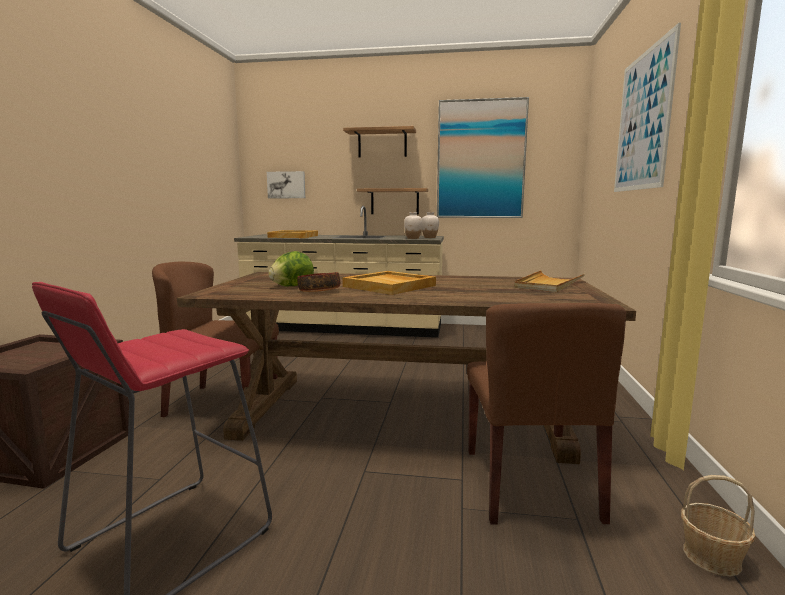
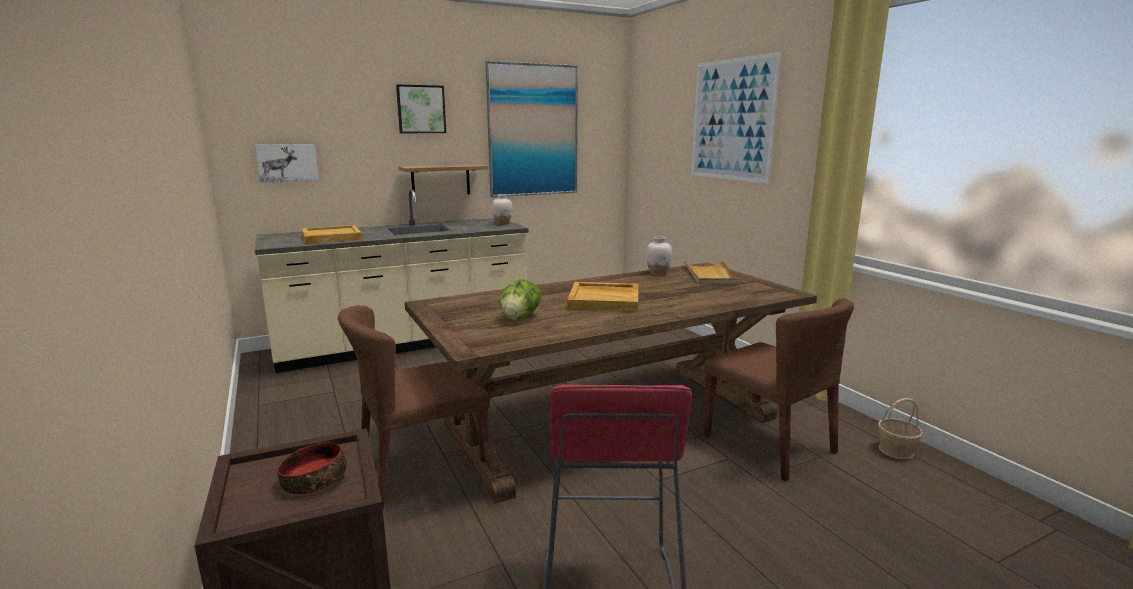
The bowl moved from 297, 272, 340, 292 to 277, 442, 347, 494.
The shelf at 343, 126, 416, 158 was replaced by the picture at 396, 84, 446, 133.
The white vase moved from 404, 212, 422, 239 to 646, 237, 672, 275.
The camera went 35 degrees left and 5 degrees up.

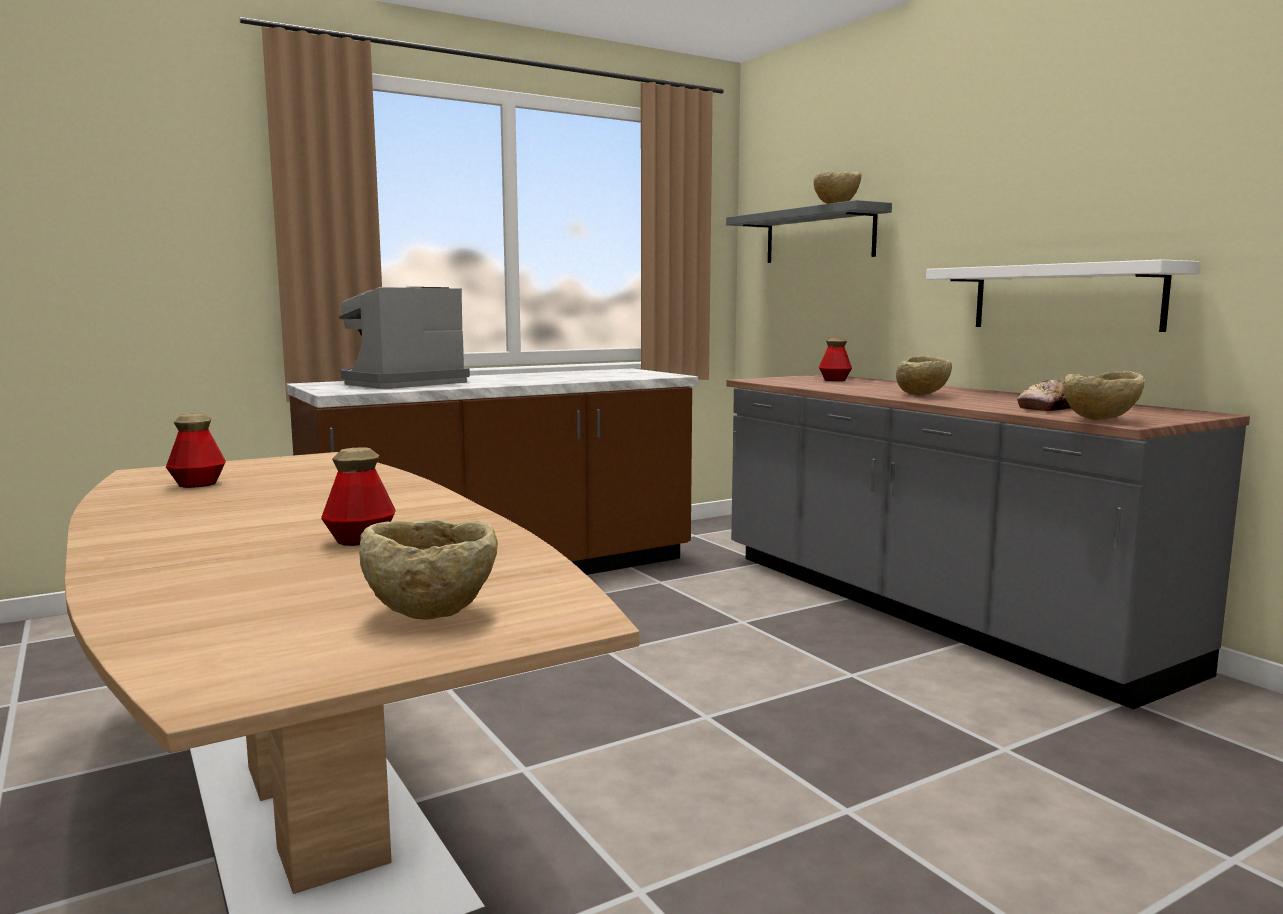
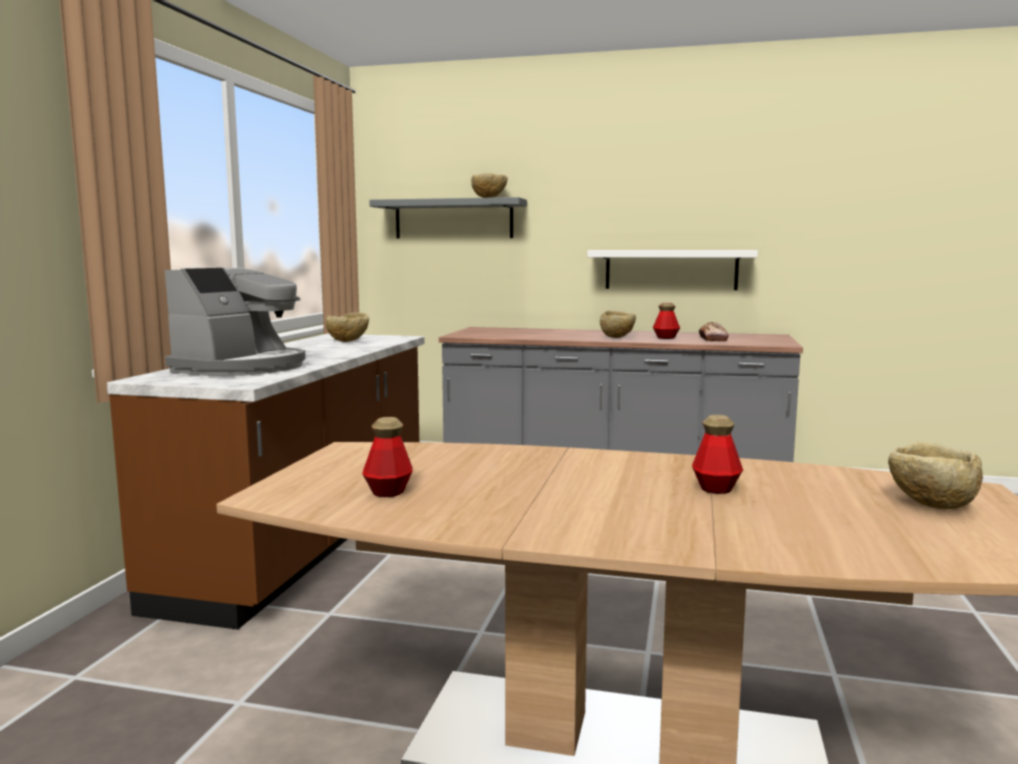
The coffee machine at 339, 287, 470, 389 turned 150 degrees counterclockwise.
The bottle moved from 819, 337, 852, 381 to 653, 303, 680, 339.
The beige bowl moved from 1063, 371, 1145, 420 to 326, 312, 369, 342.
The camera went 45 degrees left and 0 degrees up.

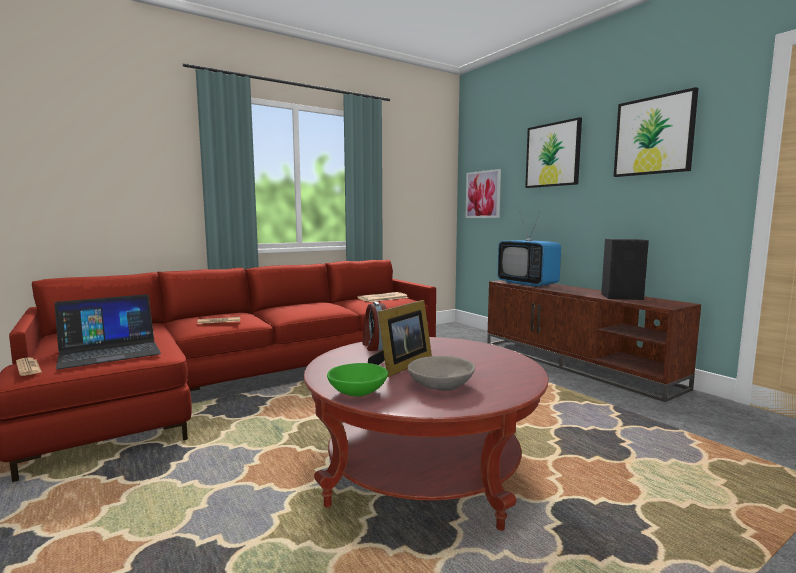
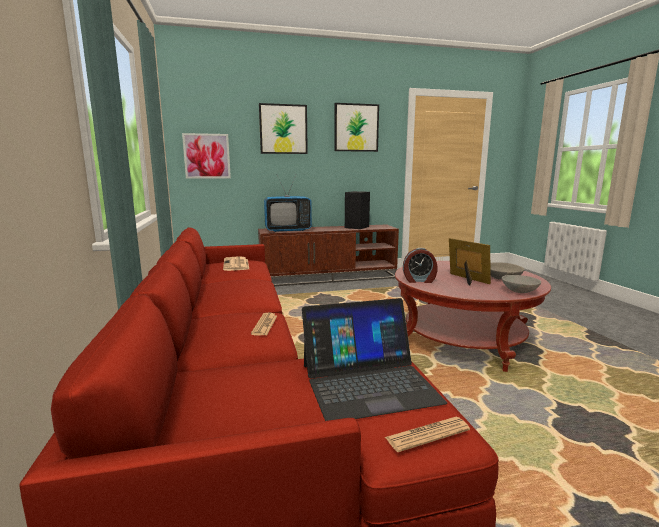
The laptop at 54, 294, 161, 369 turned 90 degrees clockwise.
The green bowl at 327, 363, 388, 396 became the grey bowl at 502, 275, 541, 293.
The camera went 70 degrees left and 5 degrees up.

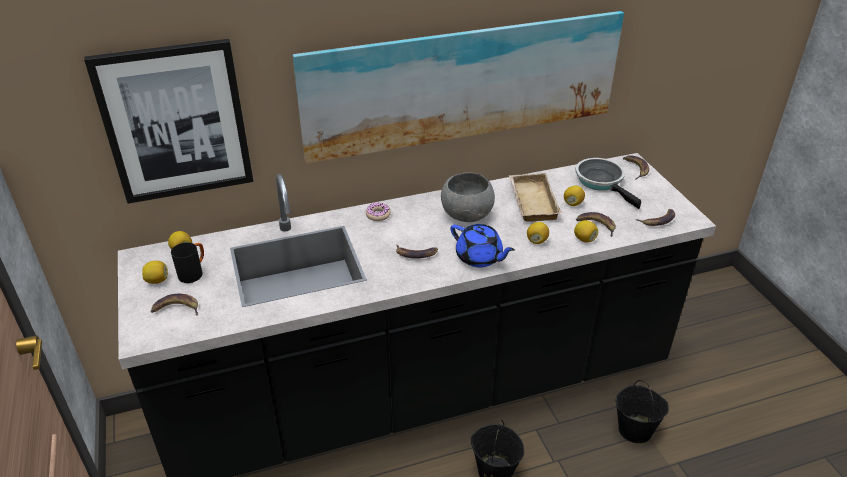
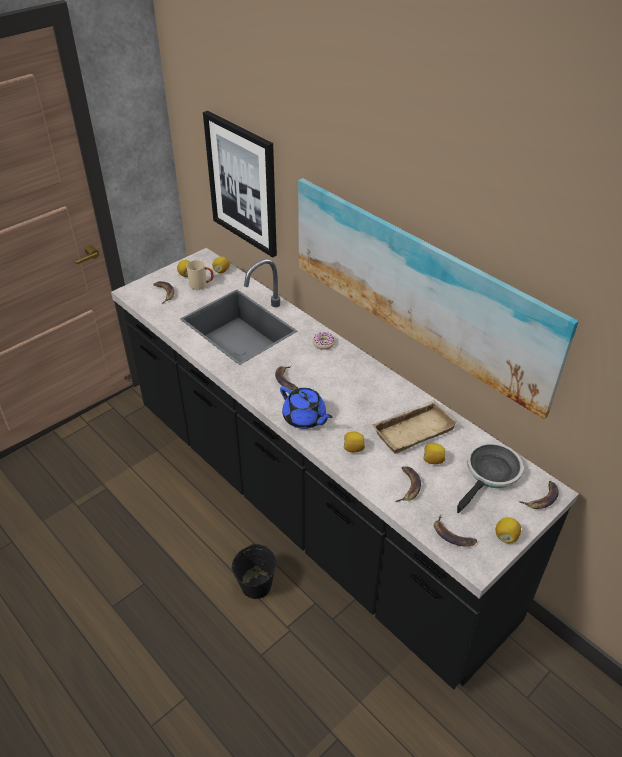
The black mug at 171, 242, 204, 283 became the beige mug at 186, 260, 214, 290.
The grey bowl at 441, 172, 495, 222 disappeared.
The blue teapot at 451, 224, 515, 267 turned 60 degrees counterclockwise.
The lemon moved from 574, 220, 598, 242 to 496, 517, 521, 543.
The black bucket at 616, 380, 669, 443 disappeared.
The camera went 65 degrees right and 5 degrees up.

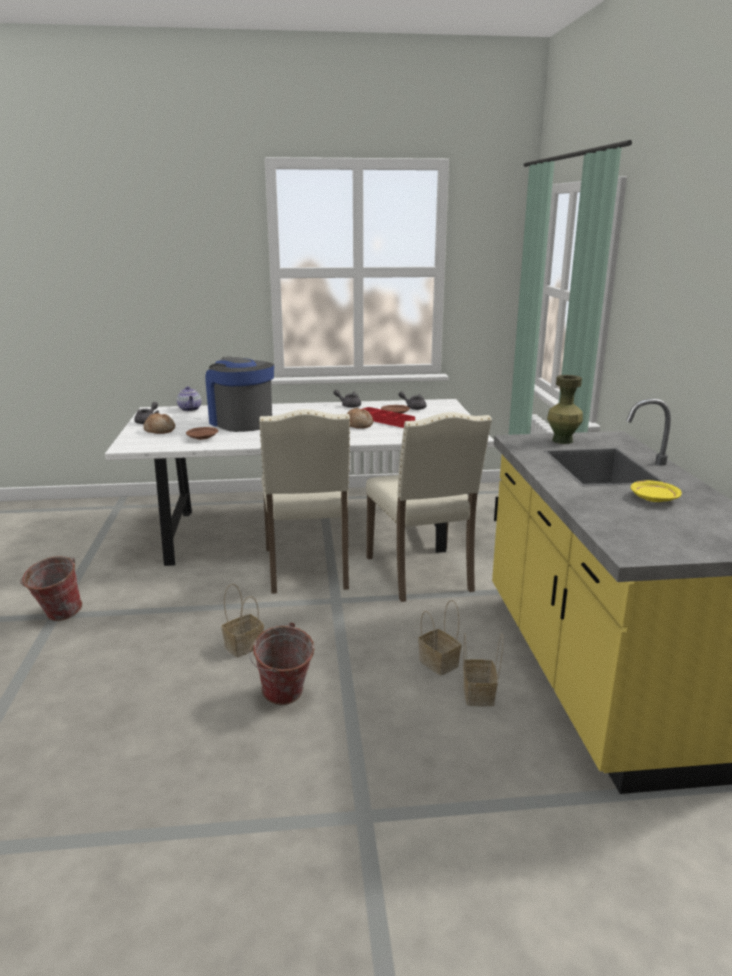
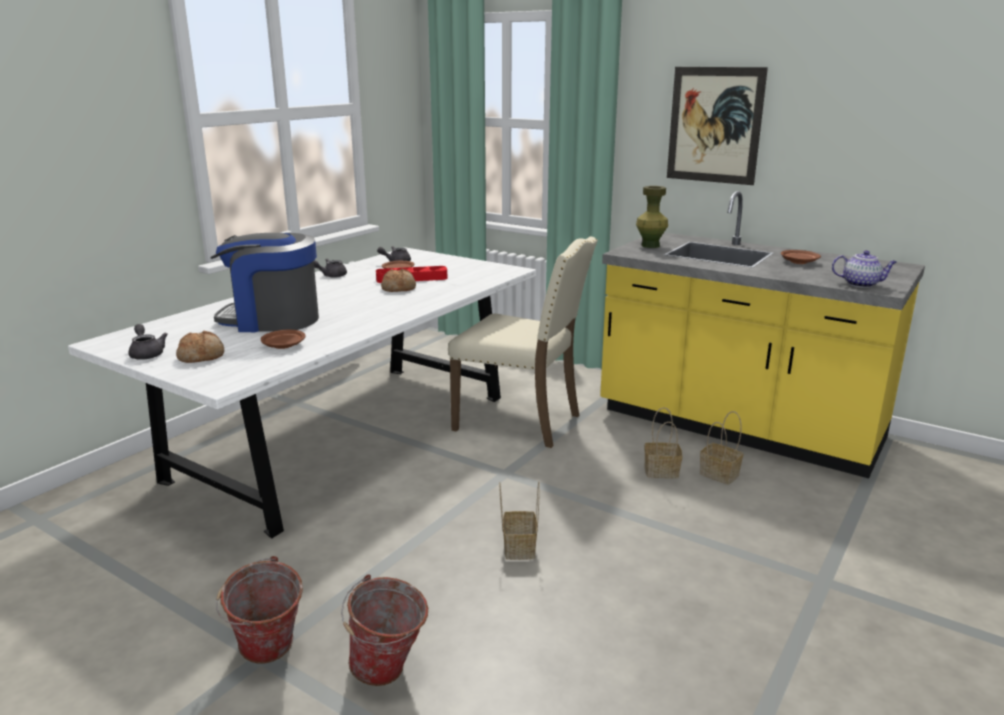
The teapot moved from 177, 386, 201, 411 to 832, 250, 897, 288.
The bucket moved from 249, 622, 315, 705 to 341, 574, 428, 686.
The beige chair at 259, 409, 350, 594 disappeared.
The yellow plate at 631, 480, 682, 502 became the brown plate at 781, 250, 821, 264.
The picture at 667, 67, 768, 185 appeared.
The camera went 50 degrees left and 0 degrees up.

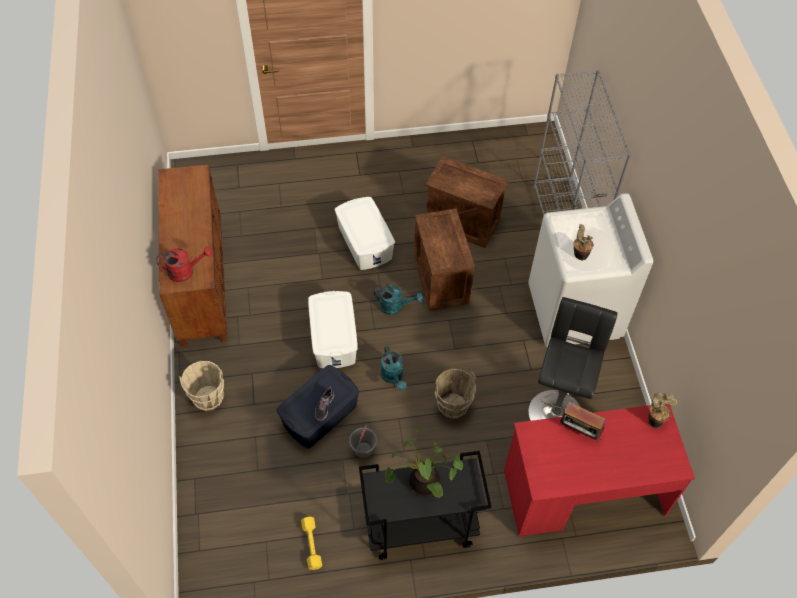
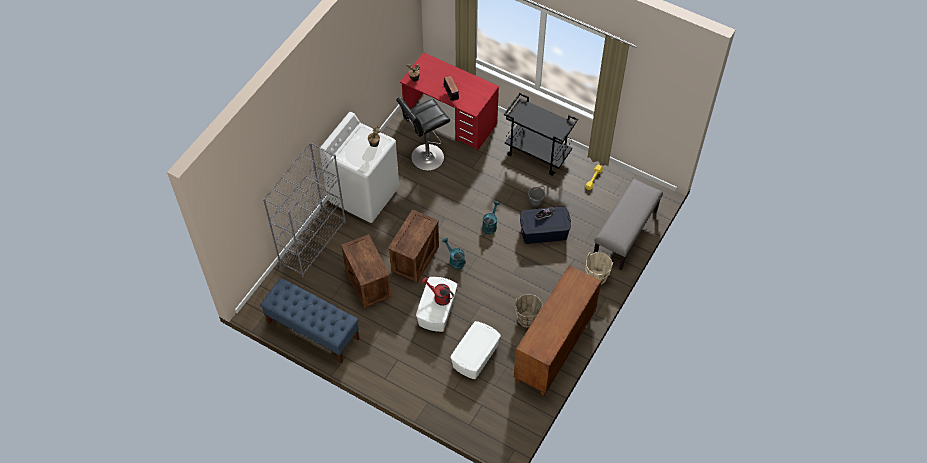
The red watering can moved from 156, 246, 212, 282 to 422, 277, 454, 306.
The white storage box moved from 308, 291, 358, 368 to 451, 321, 501, 379.
The potted plant at 385, 428, 463, 498 disappeared.
The brown bucket moved from 435, 369, 476, 419 to 515, 294, 543, 328.
The blue bench at 260, 278, 359, 364 appeared.
The grey bench at 594, 178, 663, 270 appeared.
The camera went 140 degrees left and 0 degrees up.

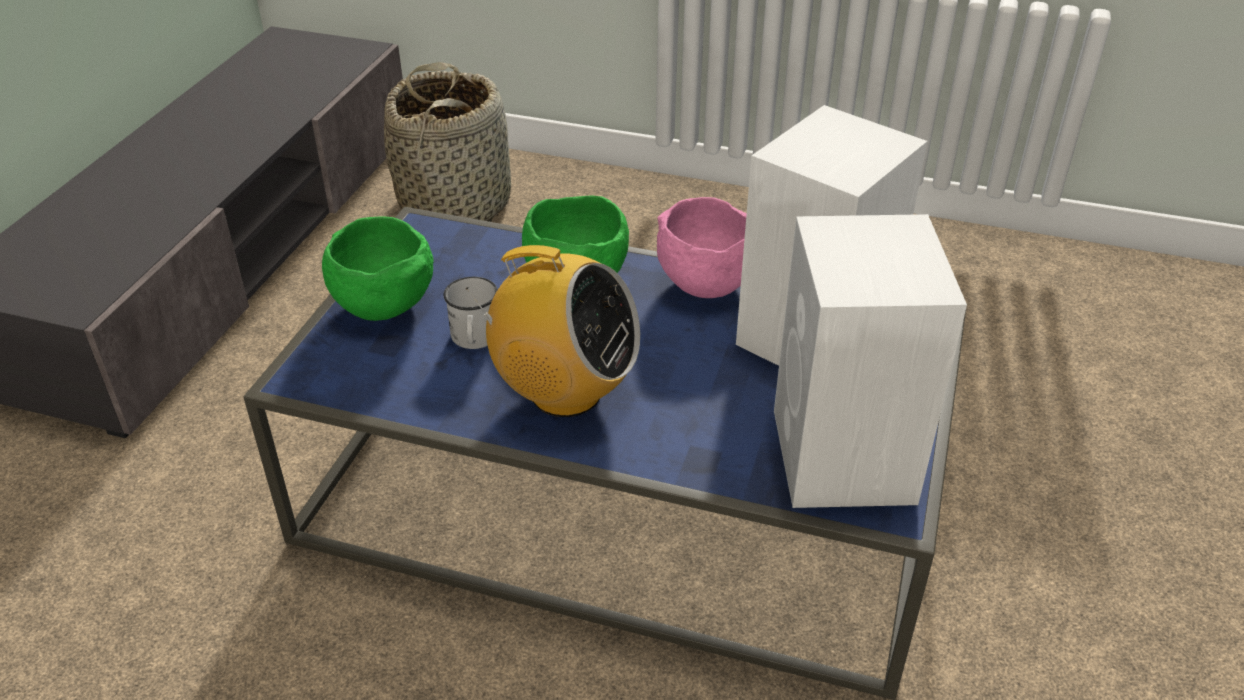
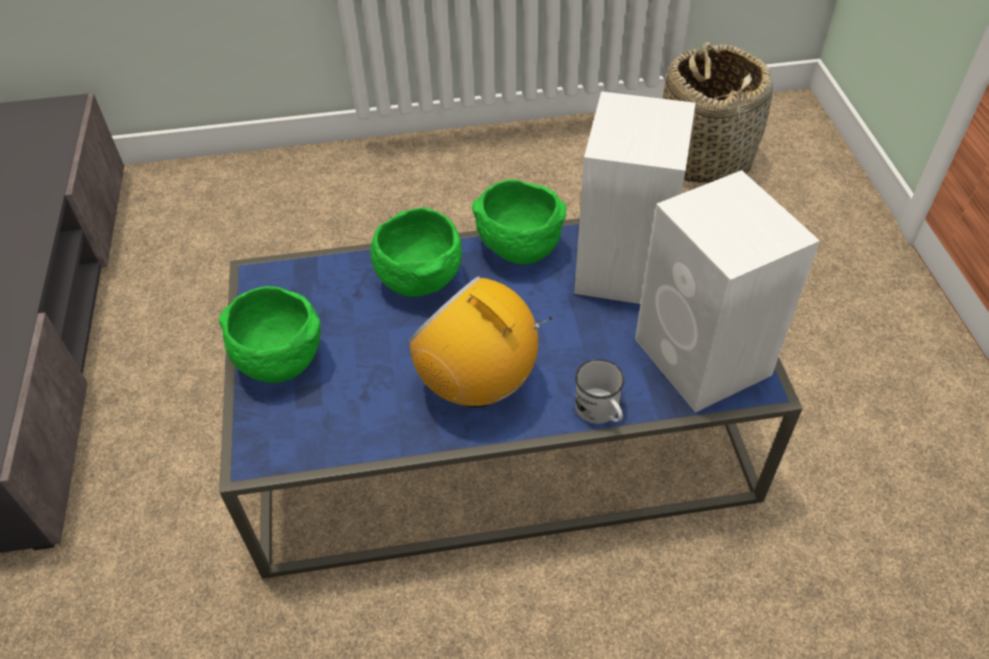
The basket moved from 384, 62, 511, 222 to 662, 42, 773, 183.
The white mug moved from 444, 277, 498, 349 to 575, 359, 625, 424.
The radio at 465, 245, 640, 417 turned 135 degrees counterclockwise.
The pink bowl at 657, 197, 747, 298 became the green bowl at 472, 179, 566, 264.
The camera went 25 degrees left and 10 degrees up.

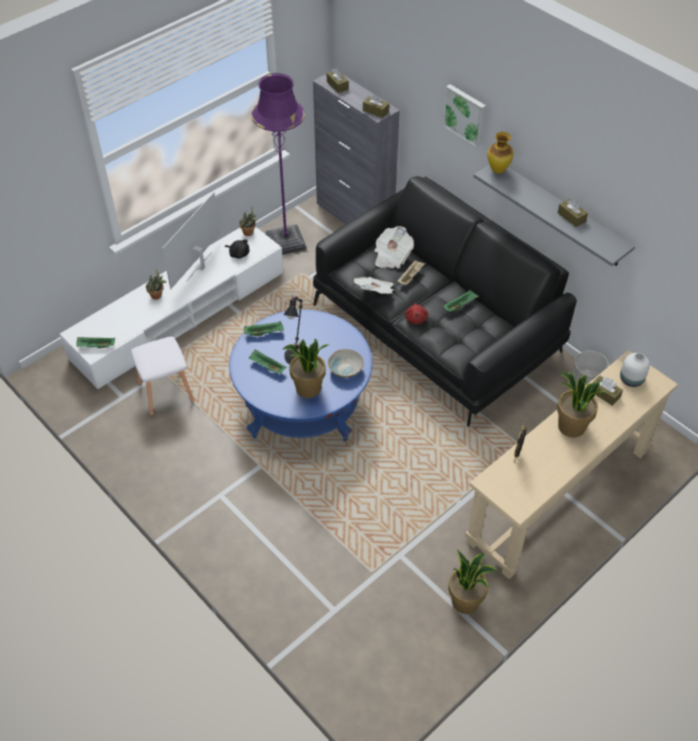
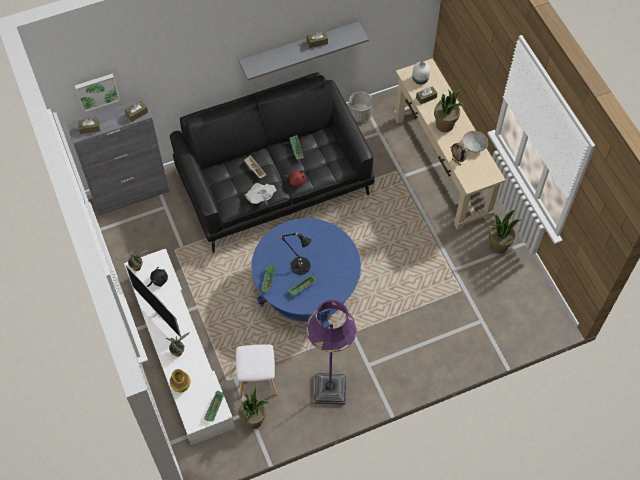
The purple floor lamp moved from 251, 73, 307, 255 to 306, 300, 357, 405.
The potted plant moved from 283, 339, 329, 398 to 238, 387, 269, 429.
The bowl moved from 328, 349, 364, 377 to 462, 131, 489, 153.
The newspaper at 374, 226, 414, 268 disappeared.
The picture moved from 442, 84, 486, 148 to 75, 74, 120, 112.
The vase moved from 487, 132, 514, 174 to 170, 369, 190, 392.
The camera went 70 degrees left and 10 degrees up.

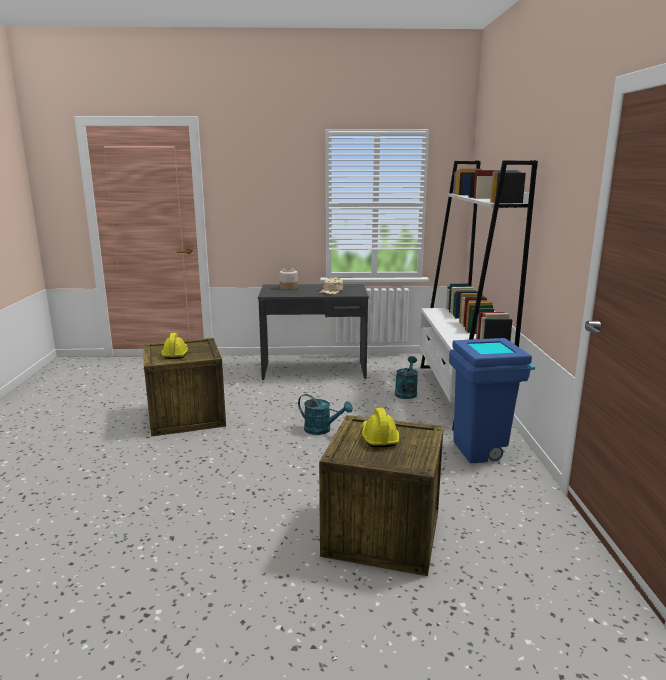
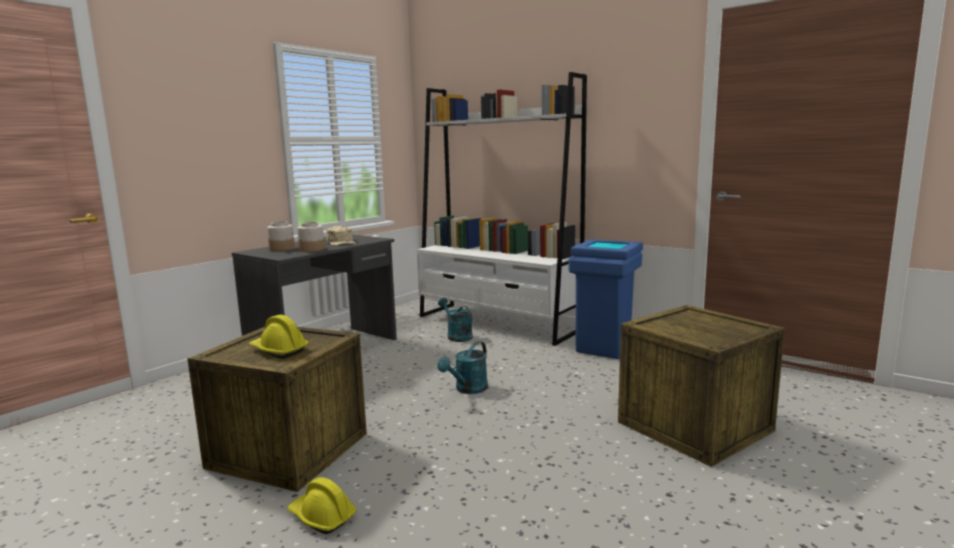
The turquoise watering can at 298, 394, 353, 435 turned 150 degrees clockwise.
The yellow hard hat moved from 362, 408, 400, 447 to 287, 477, 357, 534.
The jar at 297, 222, 325, 252 appeared.
The camera went 50 degrees left and 5 degrees down.

